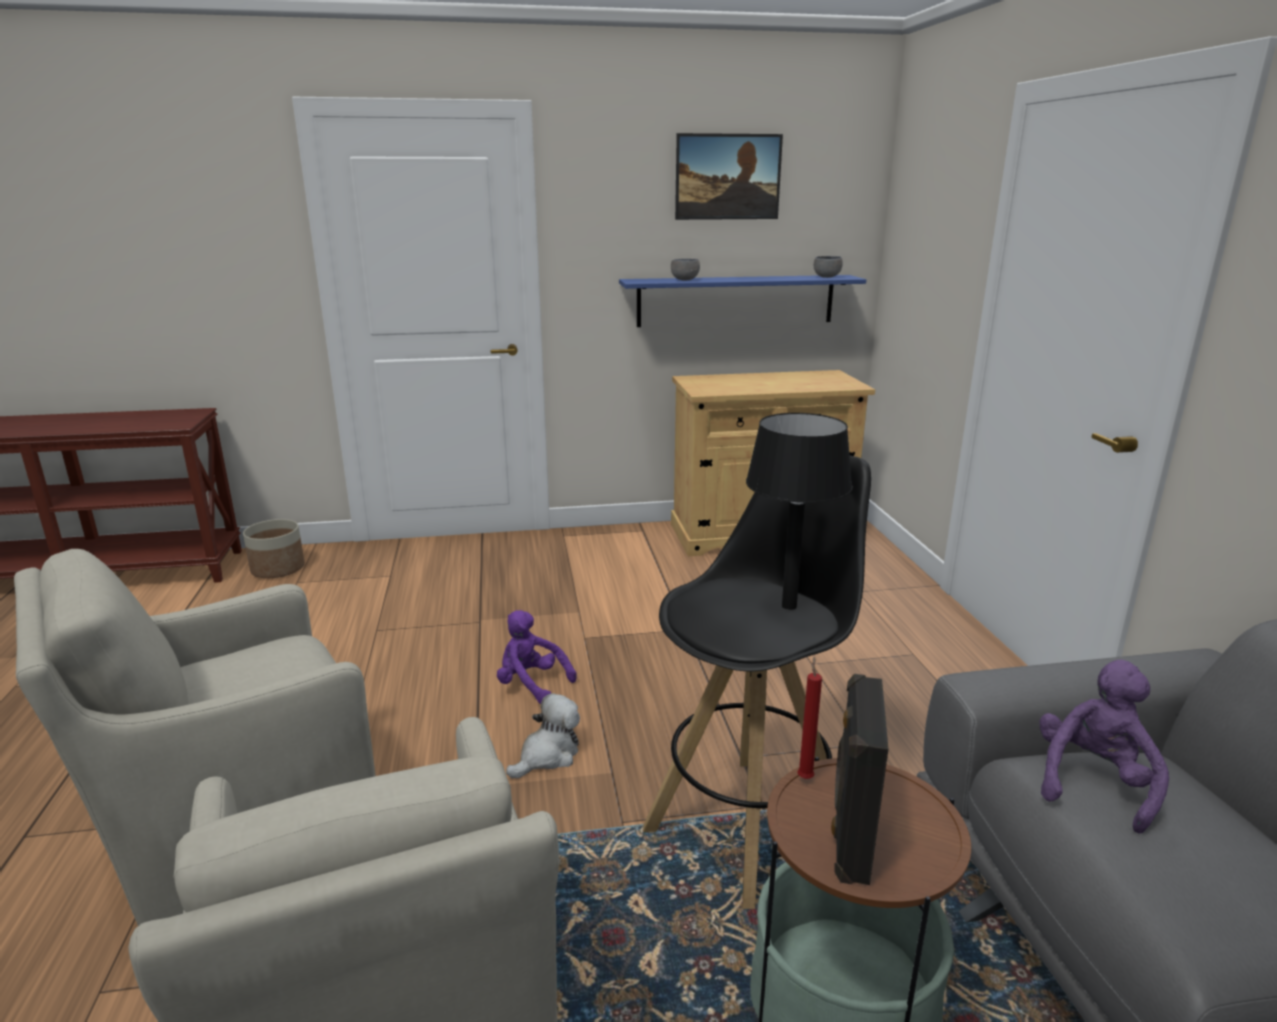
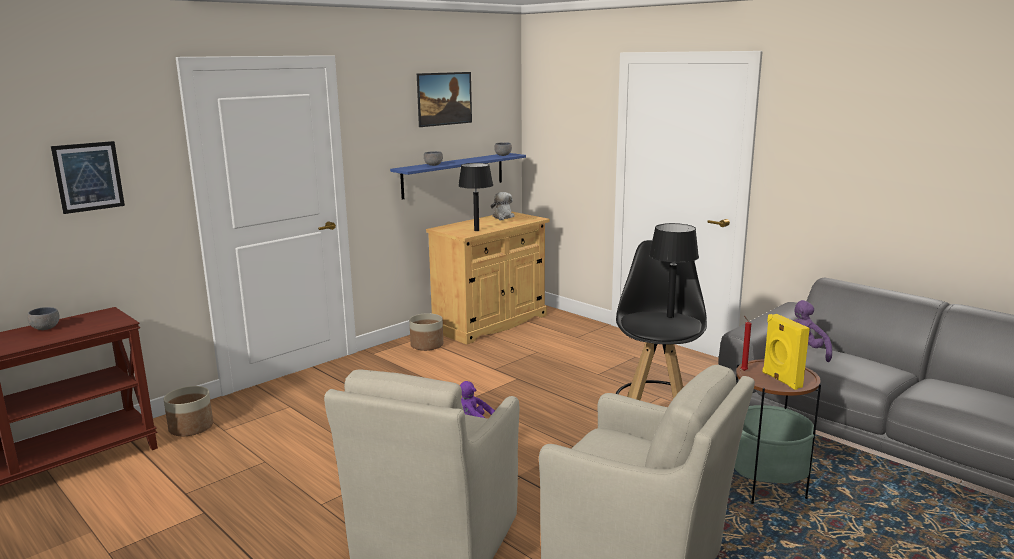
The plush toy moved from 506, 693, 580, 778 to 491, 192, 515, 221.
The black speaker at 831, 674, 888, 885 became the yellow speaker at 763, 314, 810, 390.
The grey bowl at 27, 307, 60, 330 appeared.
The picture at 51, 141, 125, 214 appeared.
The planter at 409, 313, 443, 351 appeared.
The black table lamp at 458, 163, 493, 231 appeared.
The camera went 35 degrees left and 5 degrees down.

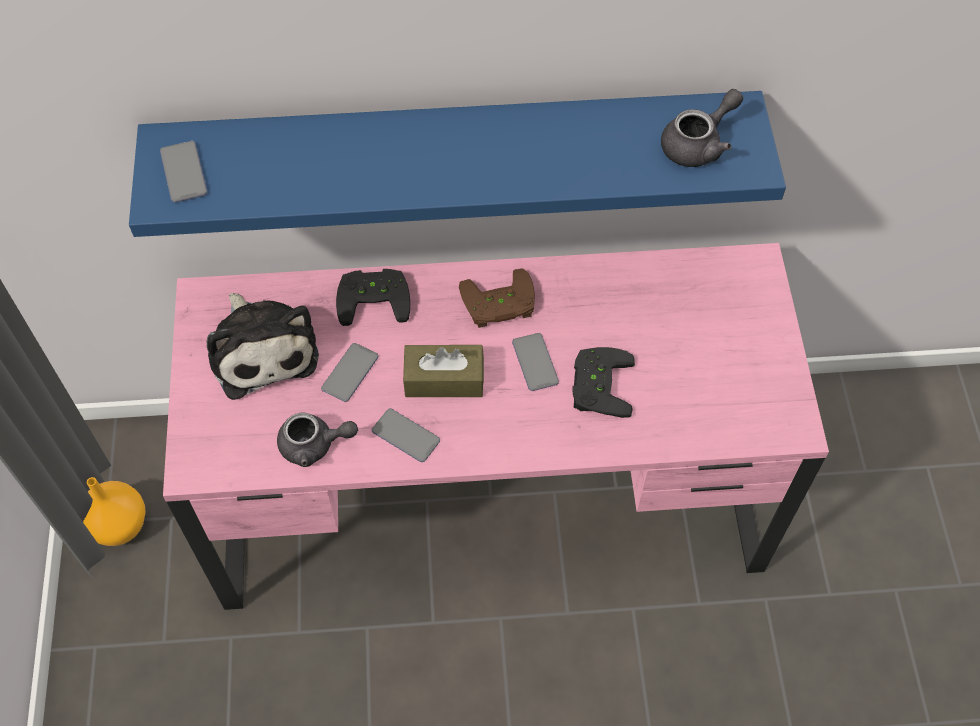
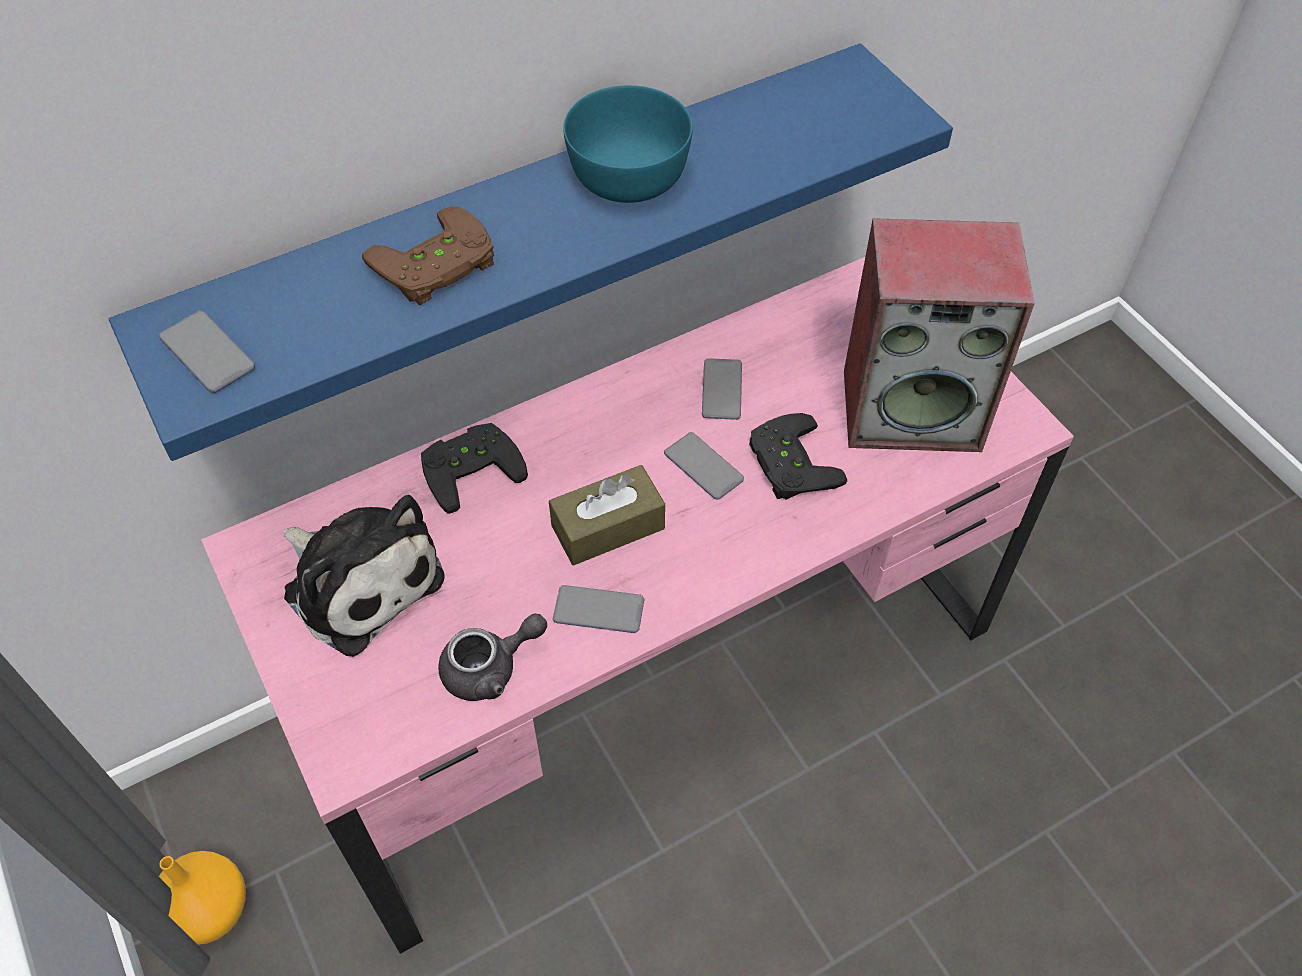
The phone moved from 321, 343, 378, 402 to 702, 358, 742, 420.
The brown game controller moved from 459, 269, 535, 328 to 362, 206, 494, 305.
The grey teapot at 661, 89, 743, 167 disappeared.
The turquoise bowl at 563, 85, 693, 203 appeared.
The speaker at 844, 218, 1035, 452 appeared.
The camera went 25 degrees left and 5 degrees down.

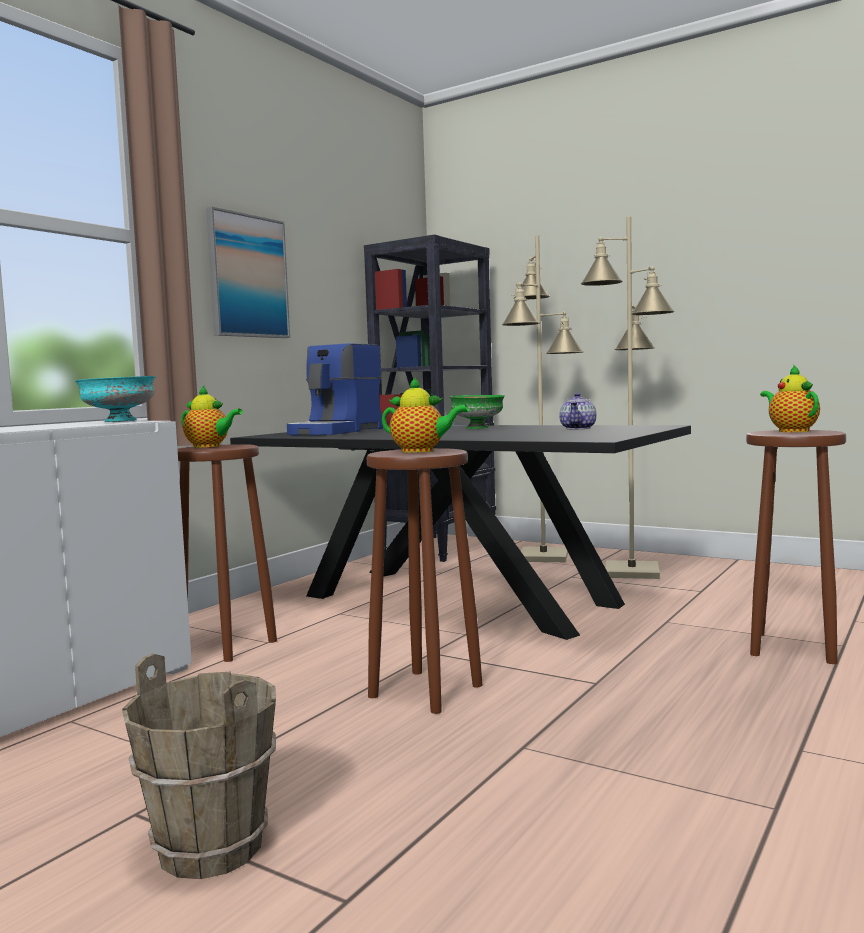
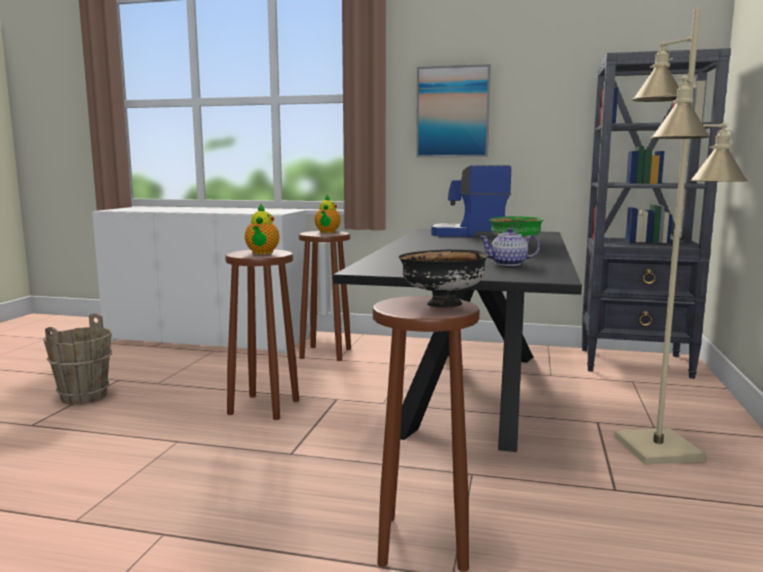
The turquoise bowl at 75, 376, 156, 422 disappeared.
The beige floor lamp at 502, 235, 583, 562 disappeared.
The teapot at 760, 365, 820, 432 was replaced by the black bowl at 399, 250, 489, 307.
The camera went 70 degrees right and 5 degrees up.

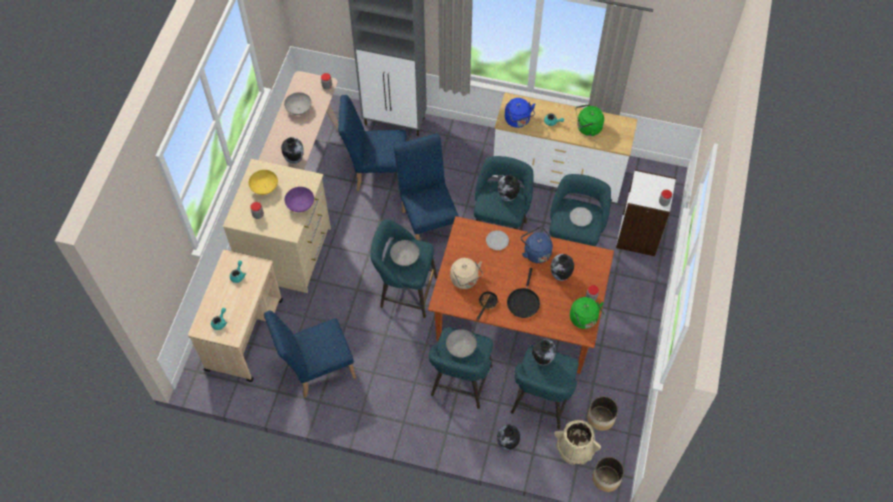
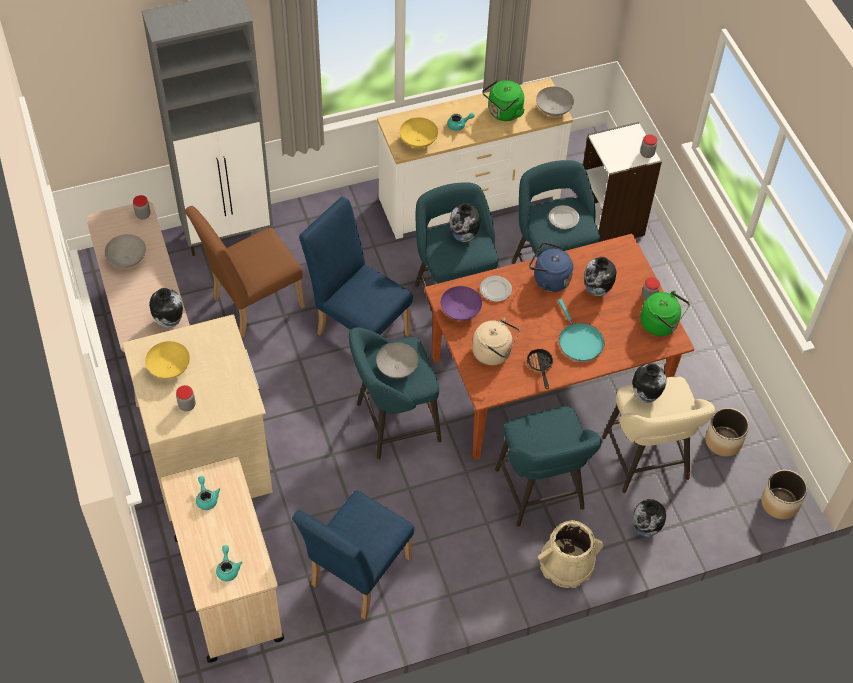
The purple bowl moved from 285, 187, 314, 212 to 441, 286, 482, 321.
The blue chair at 338, 95, 407, 191 became the brown chair at 185, 206, 305, 338.
The grey bowl moved from 446, 329, 477, 358 to 536, 87, 574, 116.
The blue kettle at 505, 98, 535, 128 was replaced by the yellow bowl at 400, 117, 438, 148.
The black frying pan at 507, 268, 540, 318 became the turquoise frying pan at 558, 299, 604, 362.
The turquoise stool at 511, 346, 578, 429 became the beige stool at 602, 376, 715, 493.
The beige bucket moved from 554, 420, 601, 465 to 538, 520, 603, 588.
The camera went 35 degrees left and 5 degrees down.

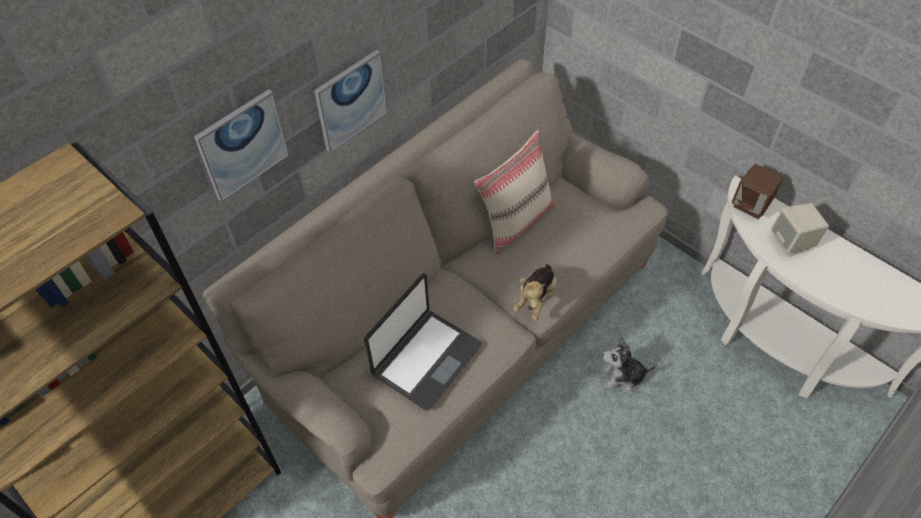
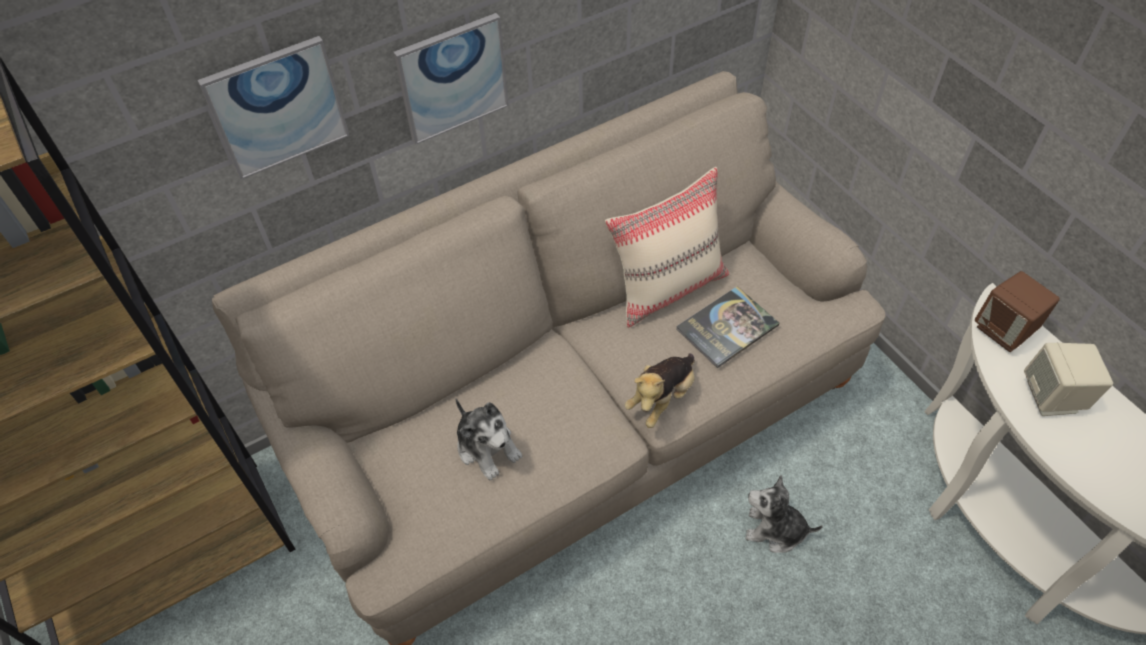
The laptop at 364, 273, 481, 411 was replaced by the plush toy at 455, 398, 522, 480.
The book at 676, 286, 779, 368 appeared.
The camera went 15 degrees right and 0 degrees up.

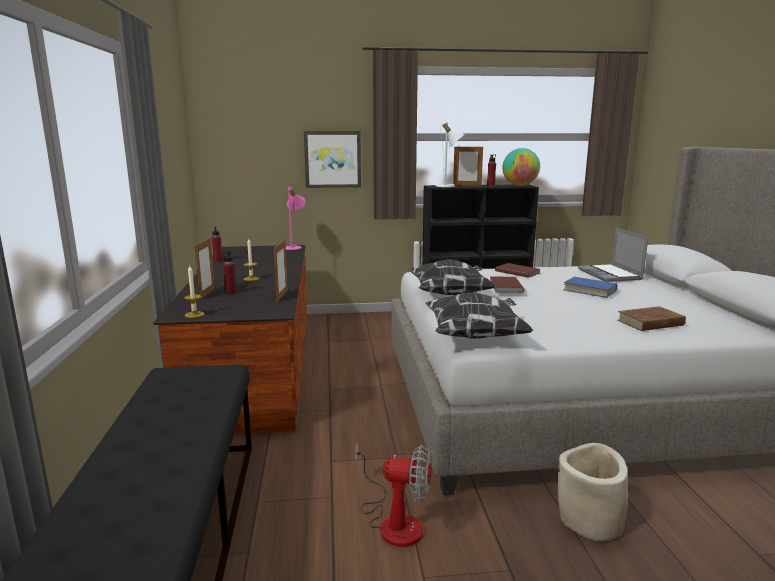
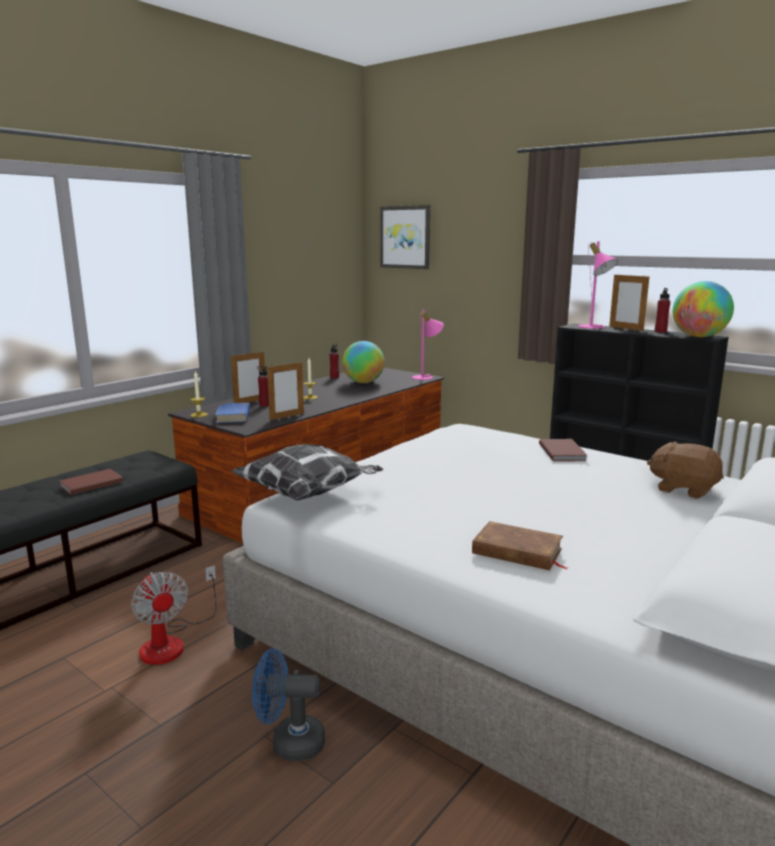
The picture moved from 304, 131, 361, 188 to 380, 205, 430, 269.
The pillow at 410, 259, 496, 295 disappeared.
The white table lamp at 436, 122, 465, 187 became the pink table lamp at 578, 241, 618, 329.
The brown book moved from 490, 277, 525, 293 to 59, 469, 123, 495.
The beige planter at 558, 443, 628, 542 was replaced by the blue fan at 252, 648, 325, 761.
The blue book moved from 563, 277, 617, 298 to 215, 403, 250, 423.
The laptop at 578, 228, 648, 282 was replaced by the brown plush toy at 647, 442, 724, 499.
The globe at 342, 341, 385, 383 appeared.
The camera went 45 degrees right and 0 degrees up.

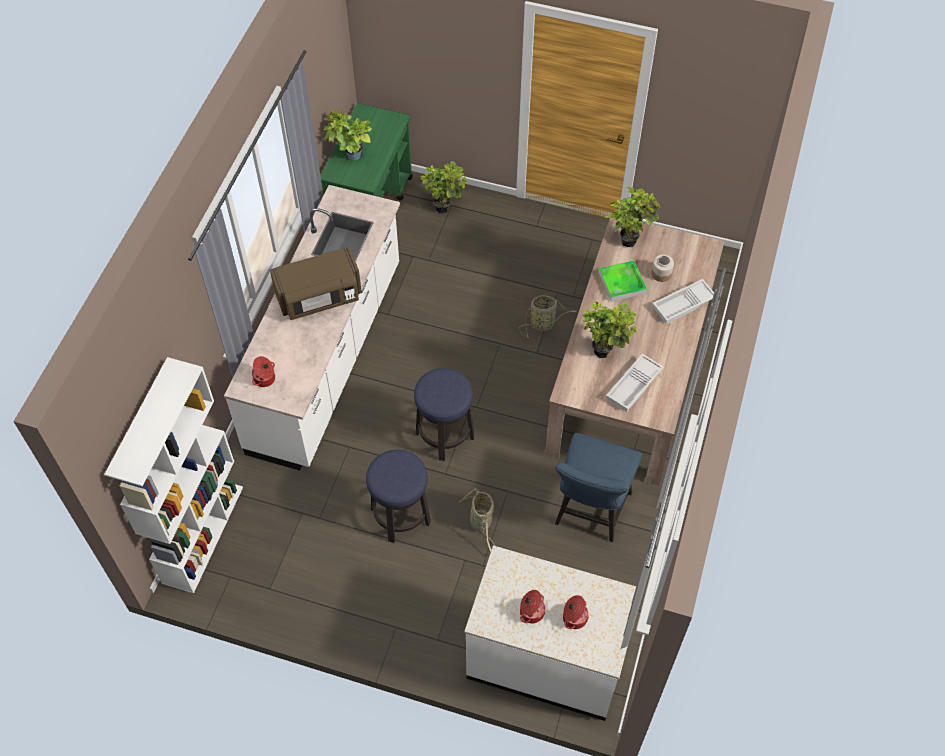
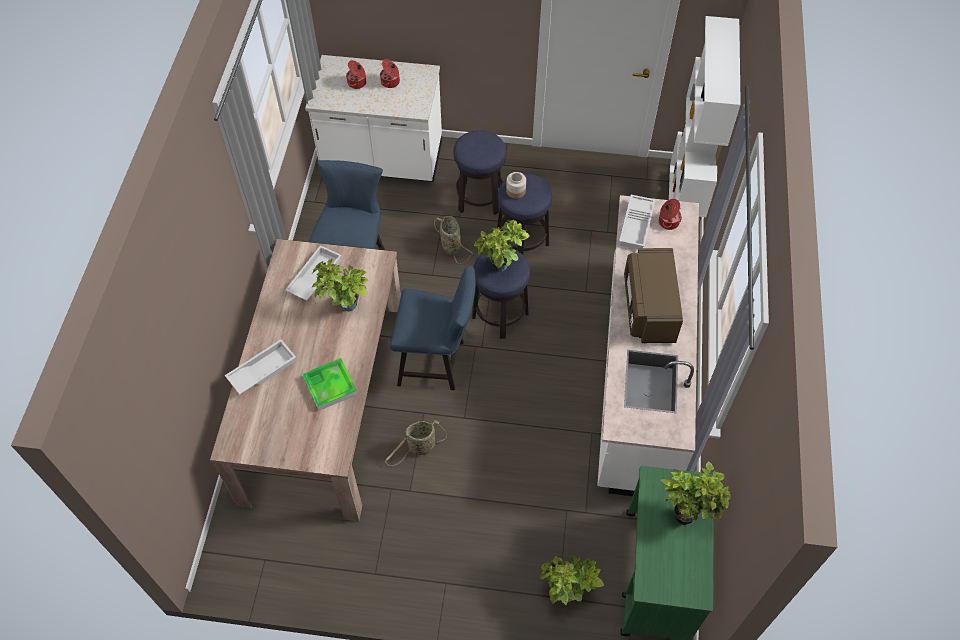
The brown microwave at 270, 247, 362, 320 turned 60 degrees counterclockwise.
The potted plant moved from 604, 187, 660, 247 to 474, 220, 530, 272.
The jar moved from 651, 255, 674, 282 to 506, 172, 526, 199.
The blue chair at 390, 266, 476, 390 appeared.
The stool at 453, 130, 506, 215 appeared.
The white tray at 619, 195, 655, 249 appeared.
The camera went 170 degrees right and 0 degrees up.

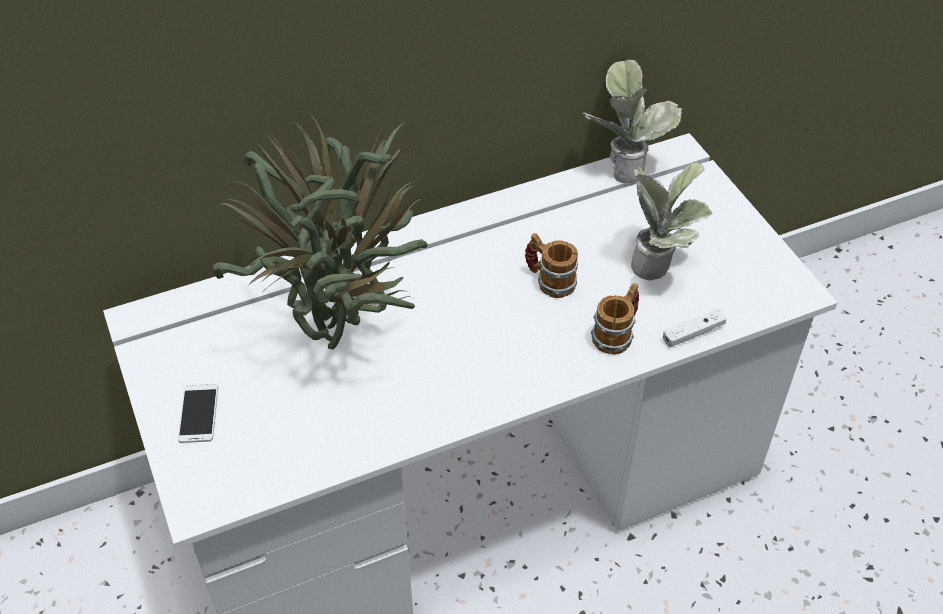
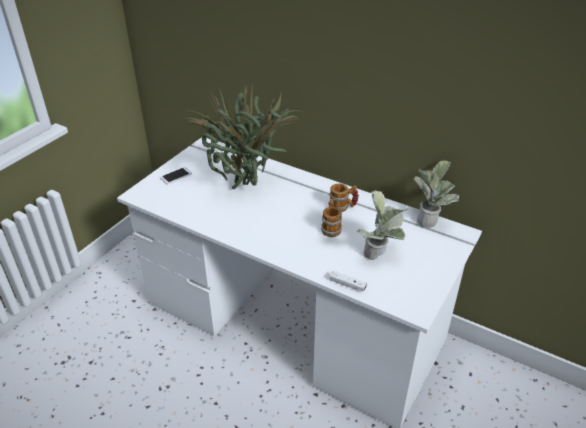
The mug moved from 591, 283, 639, 355 to 328, 184, 359, 212.
The camera went 55 degrees right and 10 degrees down.

